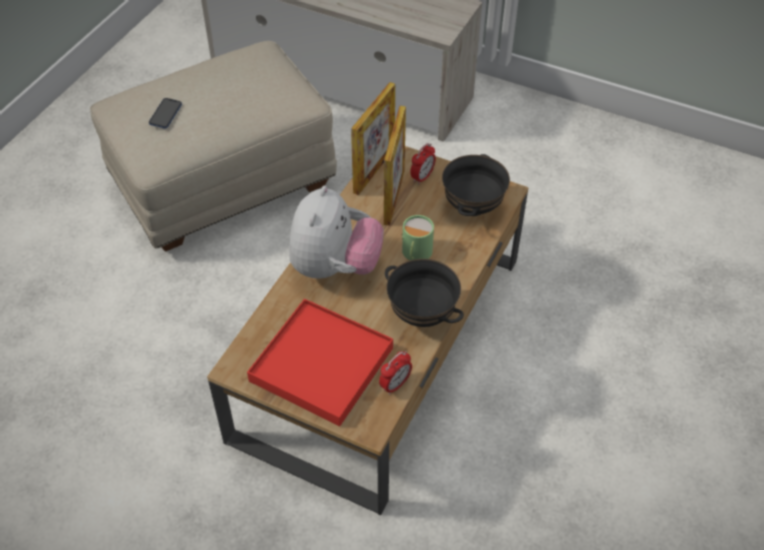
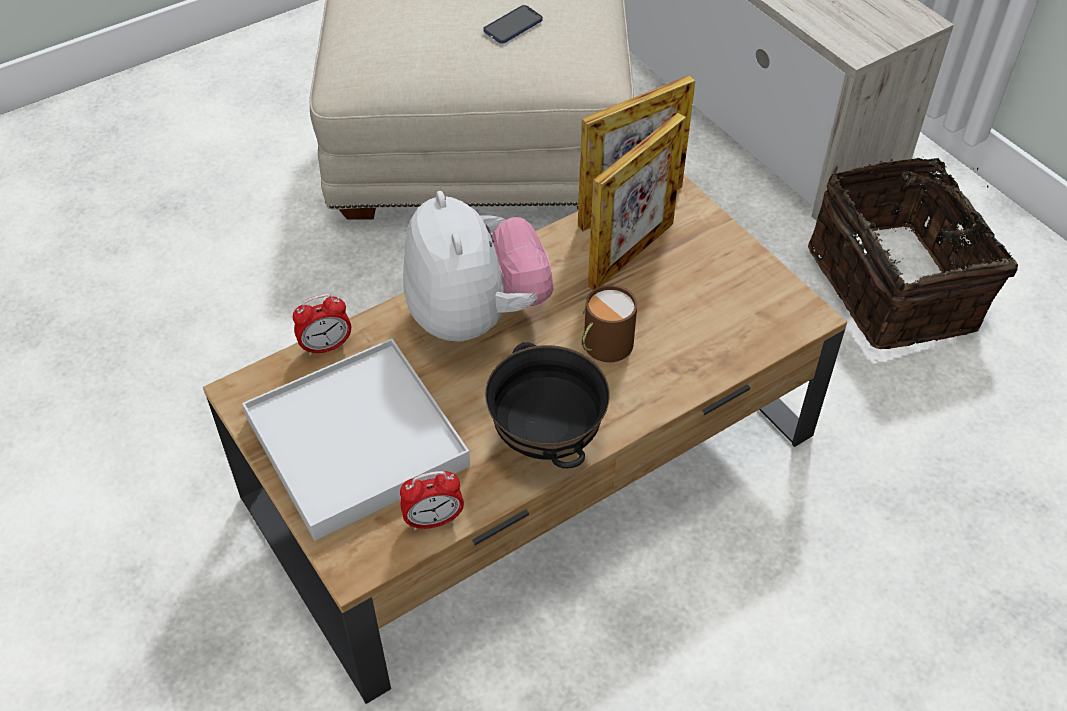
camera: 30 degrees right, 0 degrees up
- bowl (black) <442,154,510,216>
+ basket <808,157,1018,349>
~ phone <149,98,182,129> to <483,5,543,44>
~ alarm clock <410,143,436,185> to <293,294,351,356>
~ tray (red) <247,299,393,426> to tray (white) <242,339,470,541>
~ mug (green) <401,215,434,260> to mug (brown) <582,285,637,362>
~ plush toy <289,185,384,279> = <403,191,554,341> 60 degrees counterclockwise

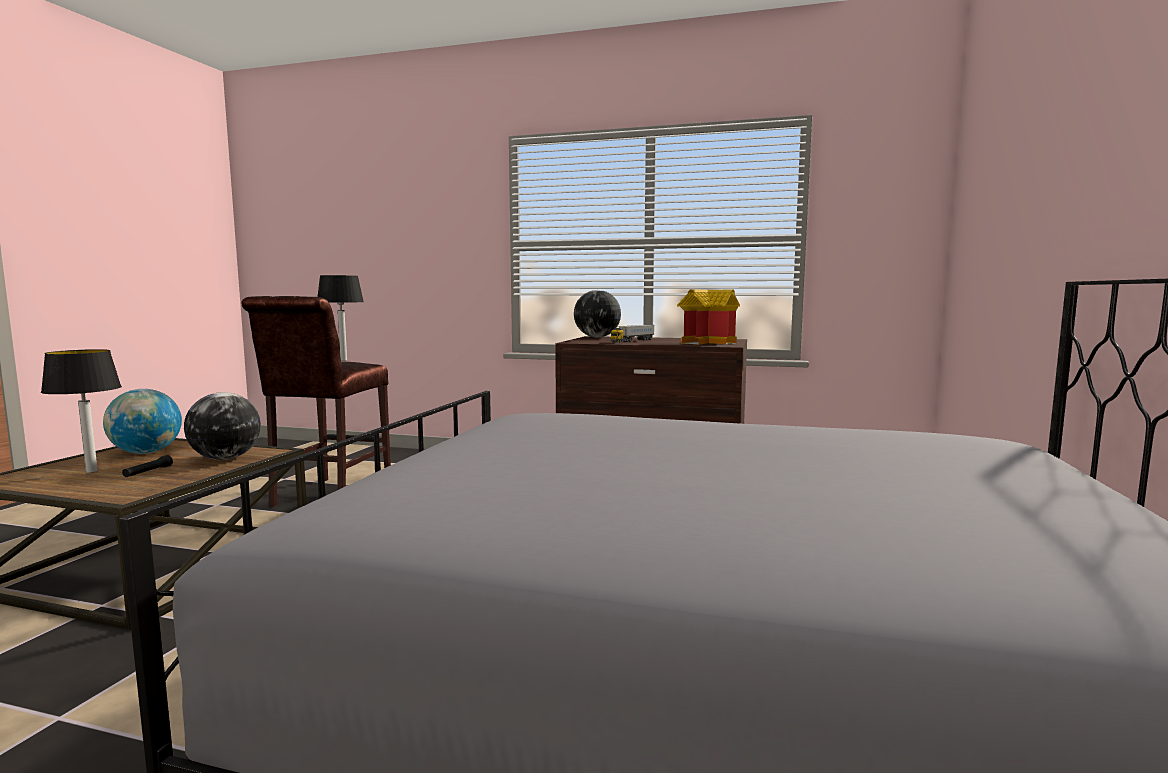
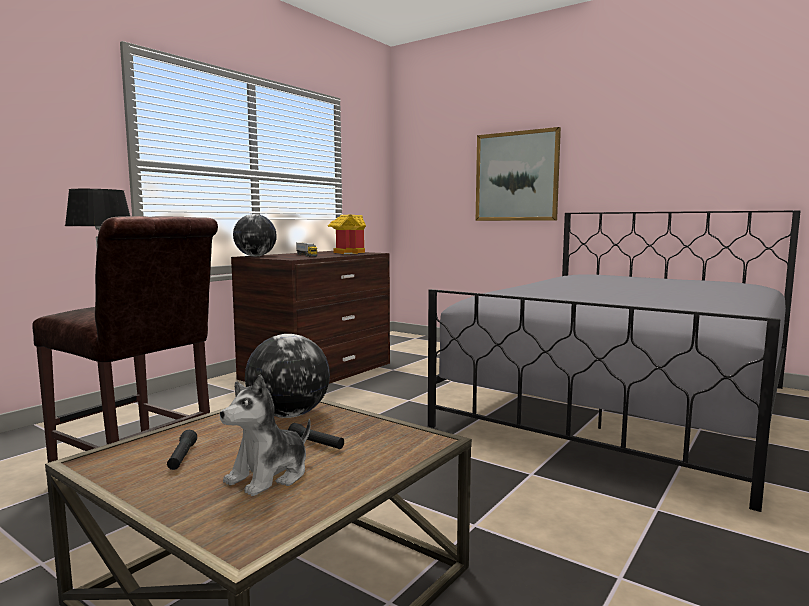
camera: 70 degrees left, 0 degrees up
+ picture <476,127,561,221>
~ table lamp <41,349,122,473> to plush toy <220,374,311,496>
~ globe <103,389,182,454> to flashlight (black) <167,430,197,470>

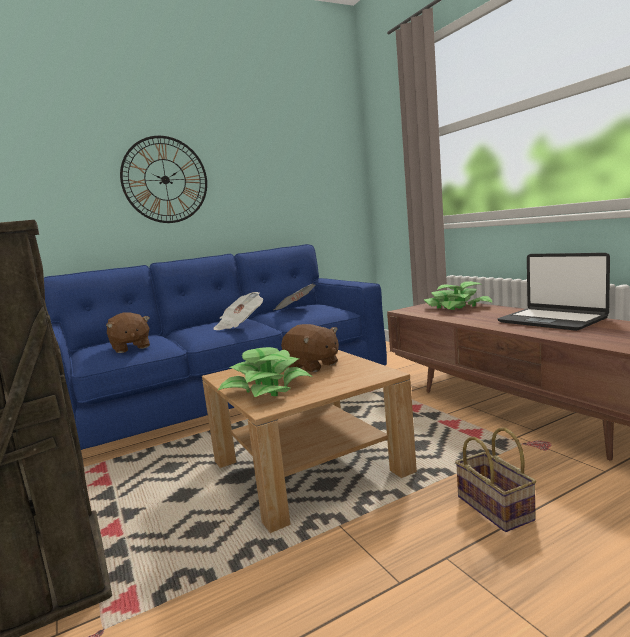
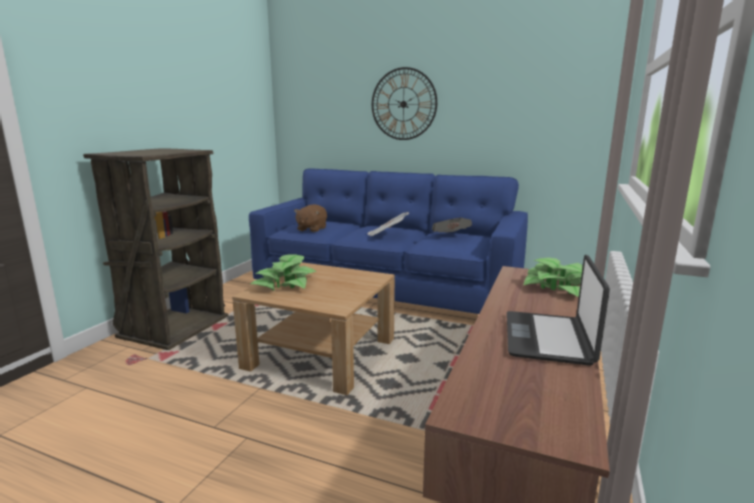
camera: 50 degrees right, 5 degrees up
- plush toy (brown) <281,324,339,372>
- basket <455,428,536,532>

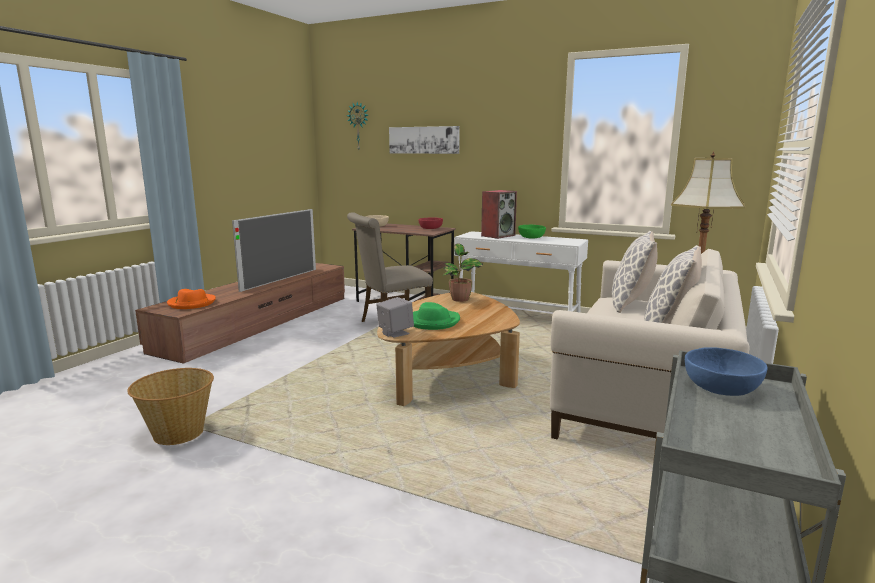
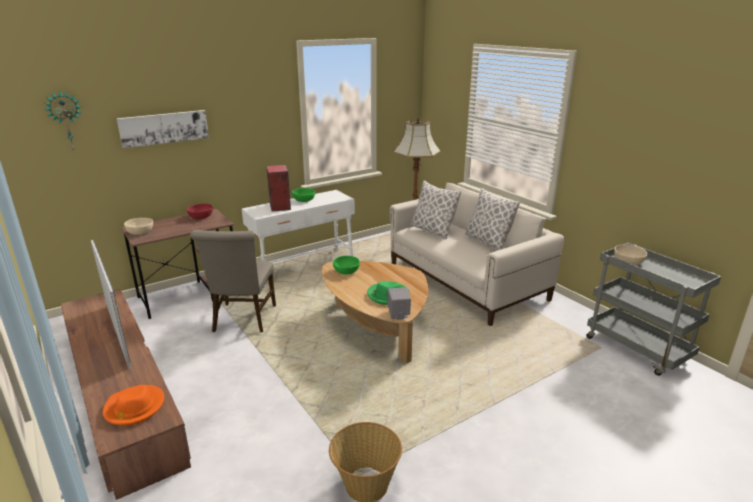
camera: 60 degrees left, 10 degrees up
~ potted plant <442,243,483,302> to bowl (green) <333,256,360,274>
~ bowl (blue) <685,347,768,396> to bowl (beige) <614,244,648,265>

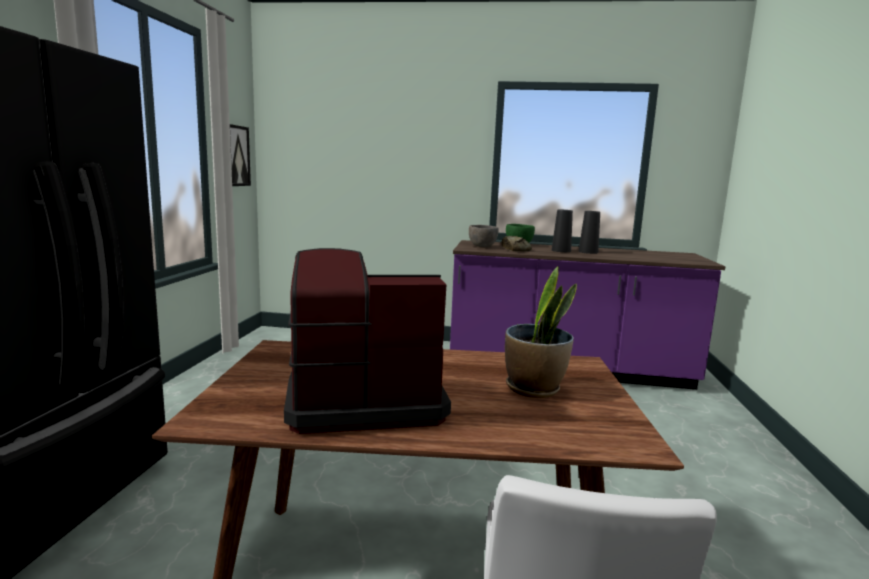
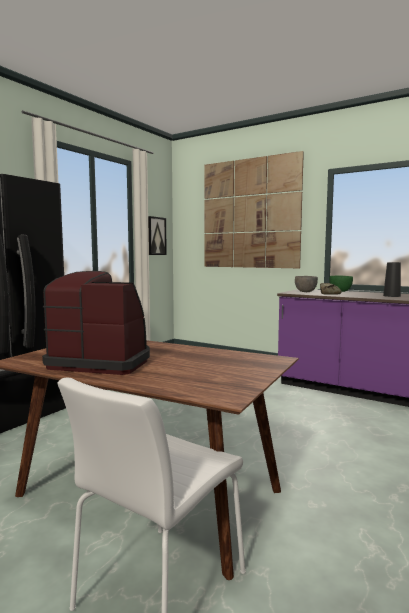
camera: 25 degrees right, 5 degrees down
- potted plant <505,267,577,398>
- vase (black) <552,210,573,252>
+ picture <205,151,304,269>

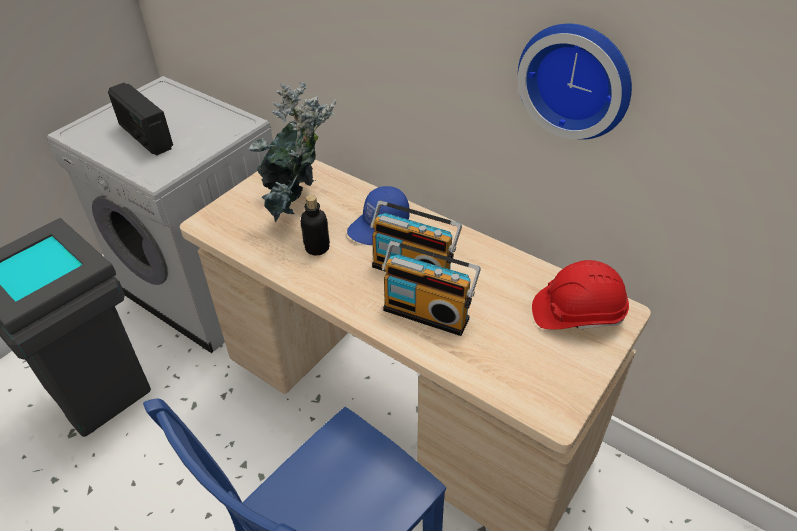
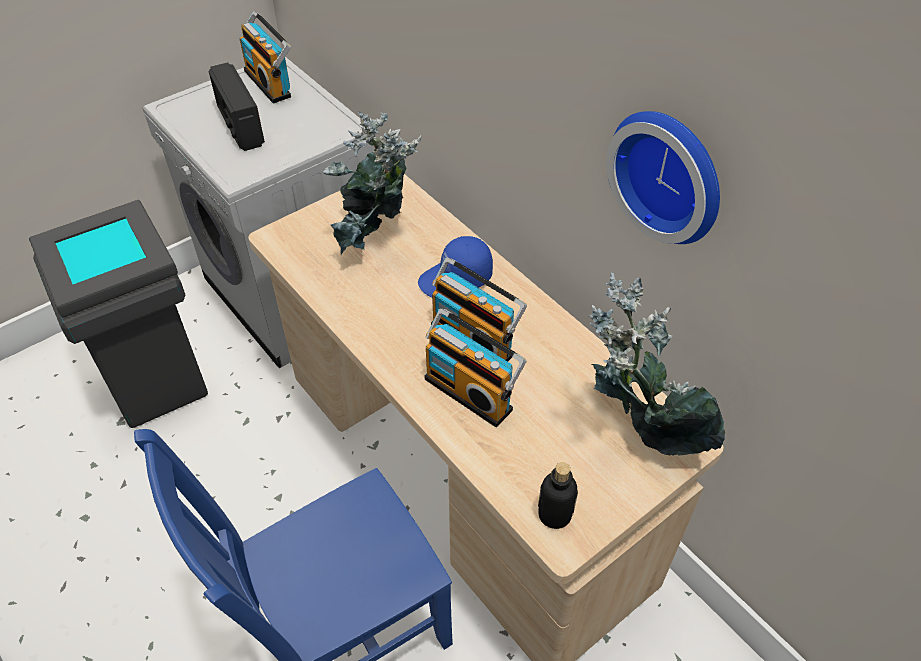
camera: 15 degrees right, 5 degrees up
+ radio <240,11,291,104>
~ bottle <300,195,330,255> to <538,462,578,529>
~ hard hat (red) <532,260,629,330> to potted plant <589,273,725,456>

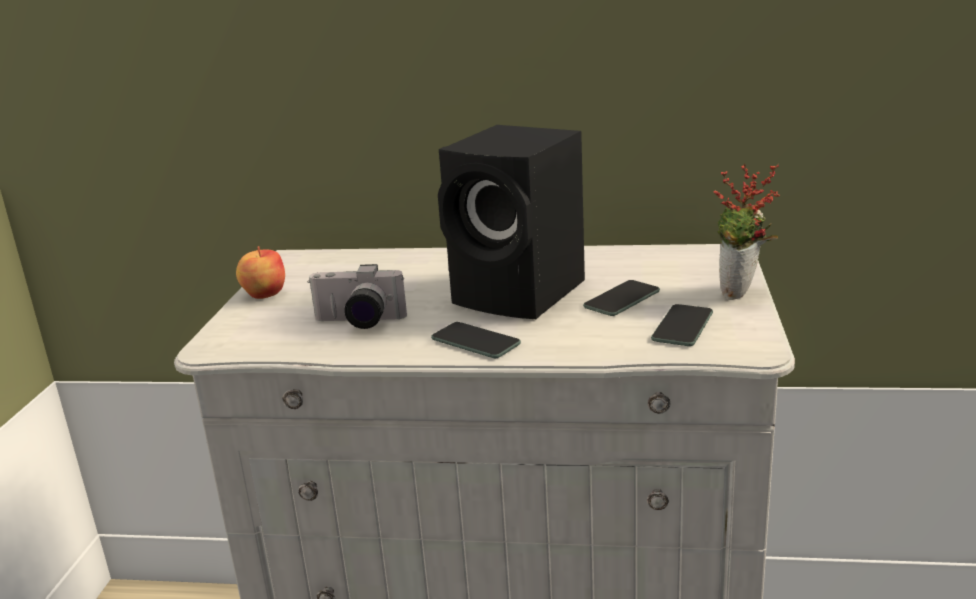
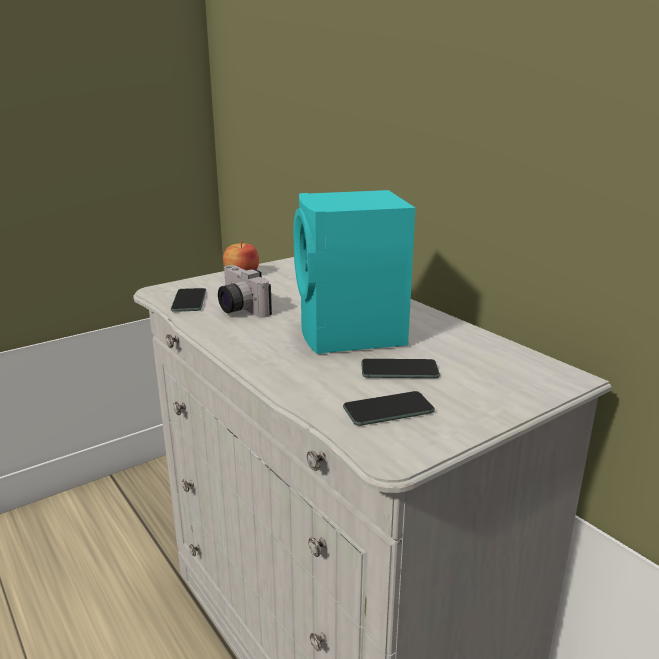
camera: 45 degrees right, 0 degrees up
- potted plant <714,163,780,300>
~ phone <431,322,521,358> to <171,288,206,312>
~ speaker (black) <438,125,585,319> to speaker (turquoise) <293,190,415,354>

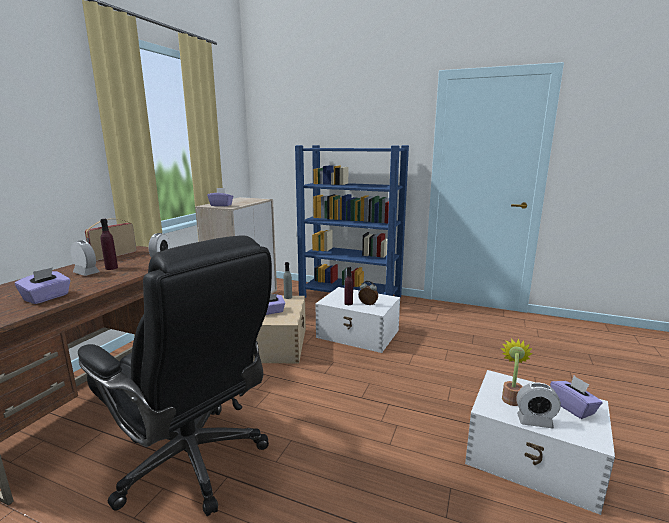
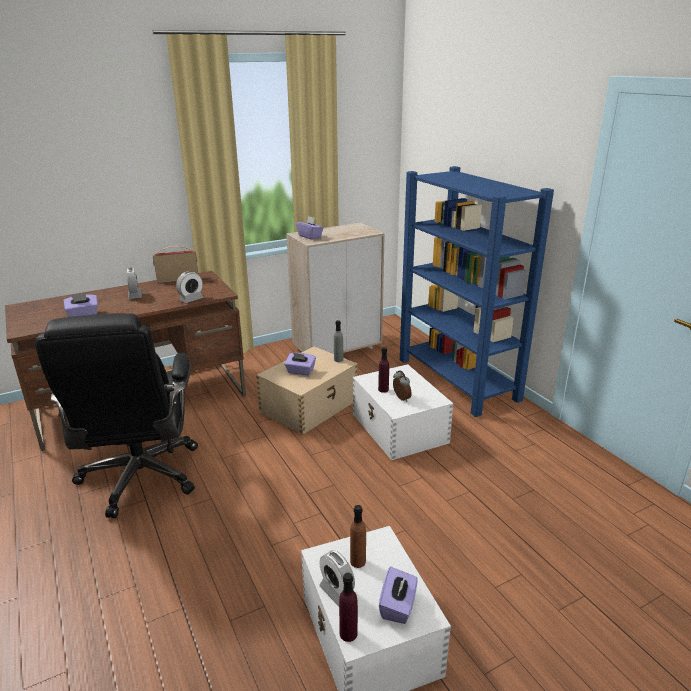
camera: 40 degrees right, 10 degrees up
~ bottle (purple) <100,219,118,270> to <339,573,358,642>
~ potted plant <501,338,533,406> to bottle (brown) <350,505,366,568>

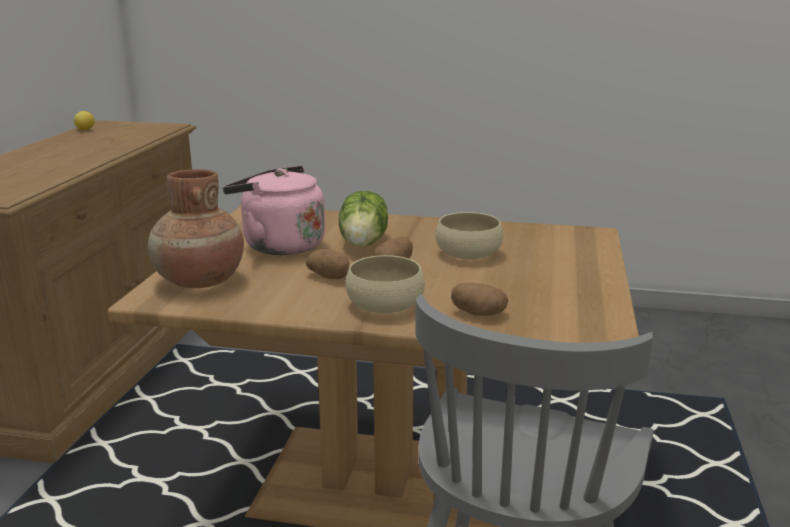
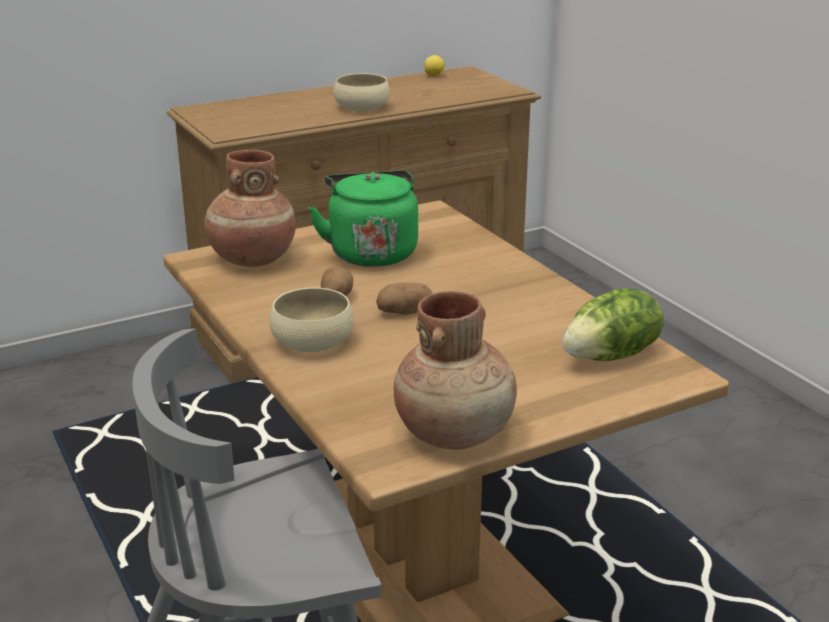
camera: 50 degrees right, 5 degrees up
- potato <451,283,508,316>
+ vase (brown) <394,291,517,449>
~ lettuce <339,191,388,247> to <562,288,664,361>
~ bowl (beige) <435,212,503,260> to <333,73,390,112>
~ kettle (pink) <223,166,325,255> to kettle (green) <308,171,418,267>

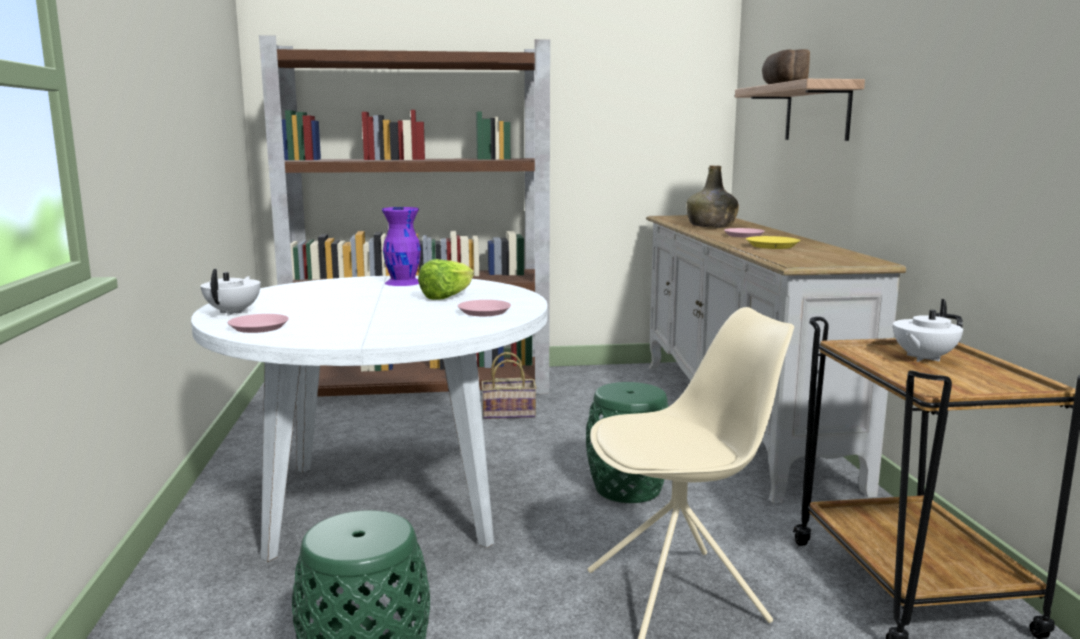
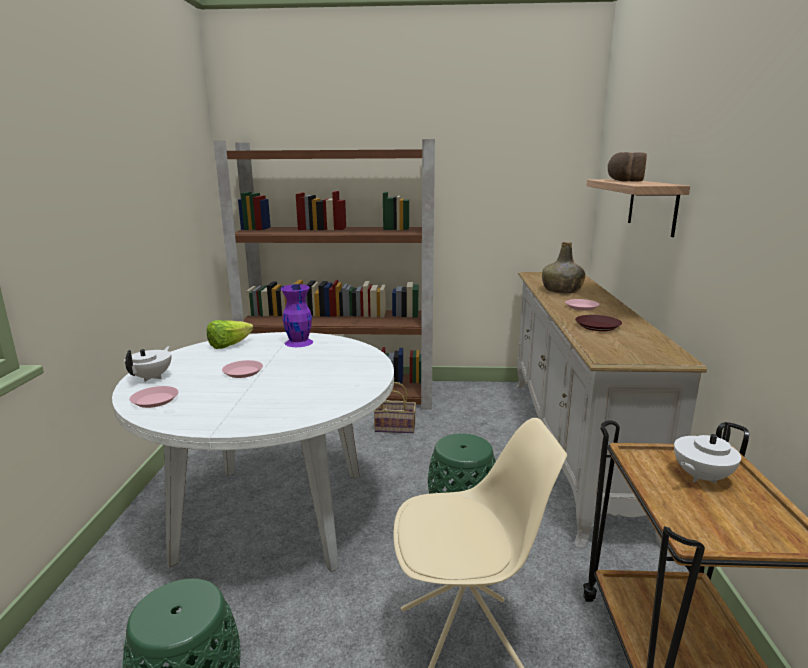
camera: 10 degrees right, 5 degrees up
~ lettuce <418,259,474,300> to <207,320,254,349>
~ plate (pink) <458,300,511,316> to <222,360,263,378>
~ plate (yellow) <746,236,800,249> to plate (brown) <575,315,622,331>

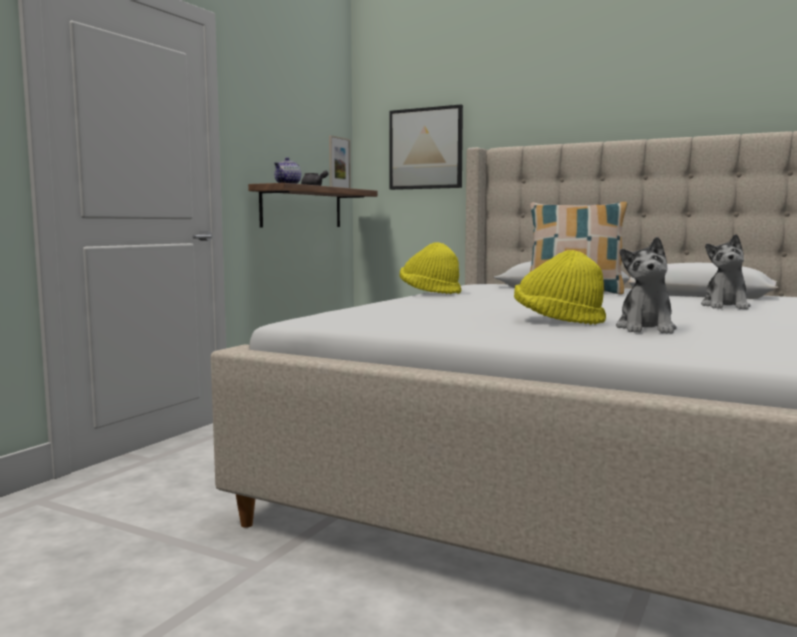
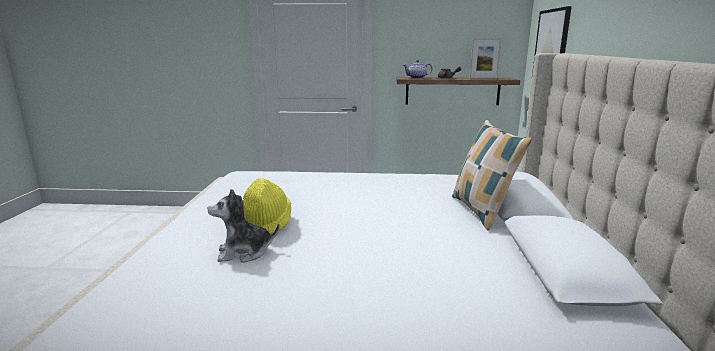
camera: 65 degrees right, 10 degrees up
- hat (yellow) <400,242,461,294>
- plush toy <701,234,751,309>

